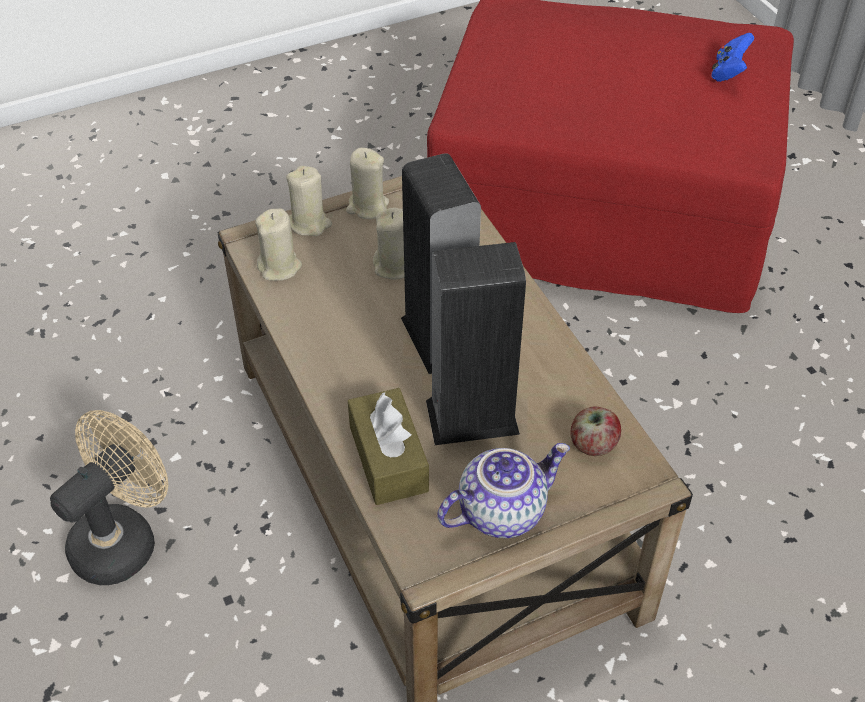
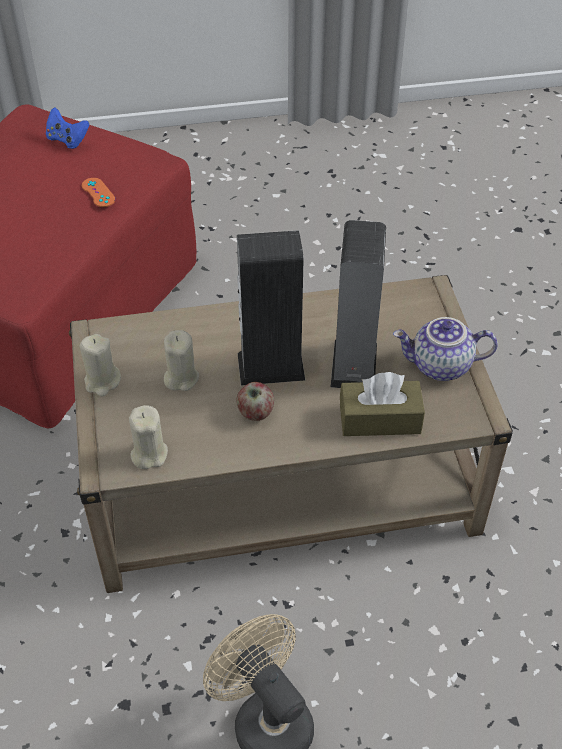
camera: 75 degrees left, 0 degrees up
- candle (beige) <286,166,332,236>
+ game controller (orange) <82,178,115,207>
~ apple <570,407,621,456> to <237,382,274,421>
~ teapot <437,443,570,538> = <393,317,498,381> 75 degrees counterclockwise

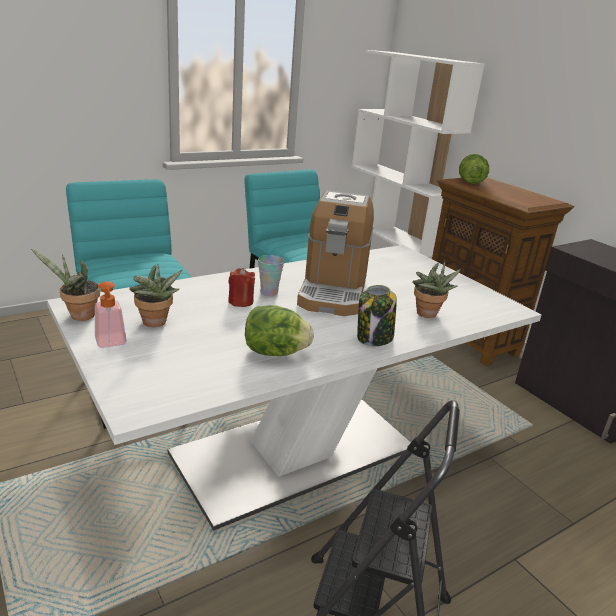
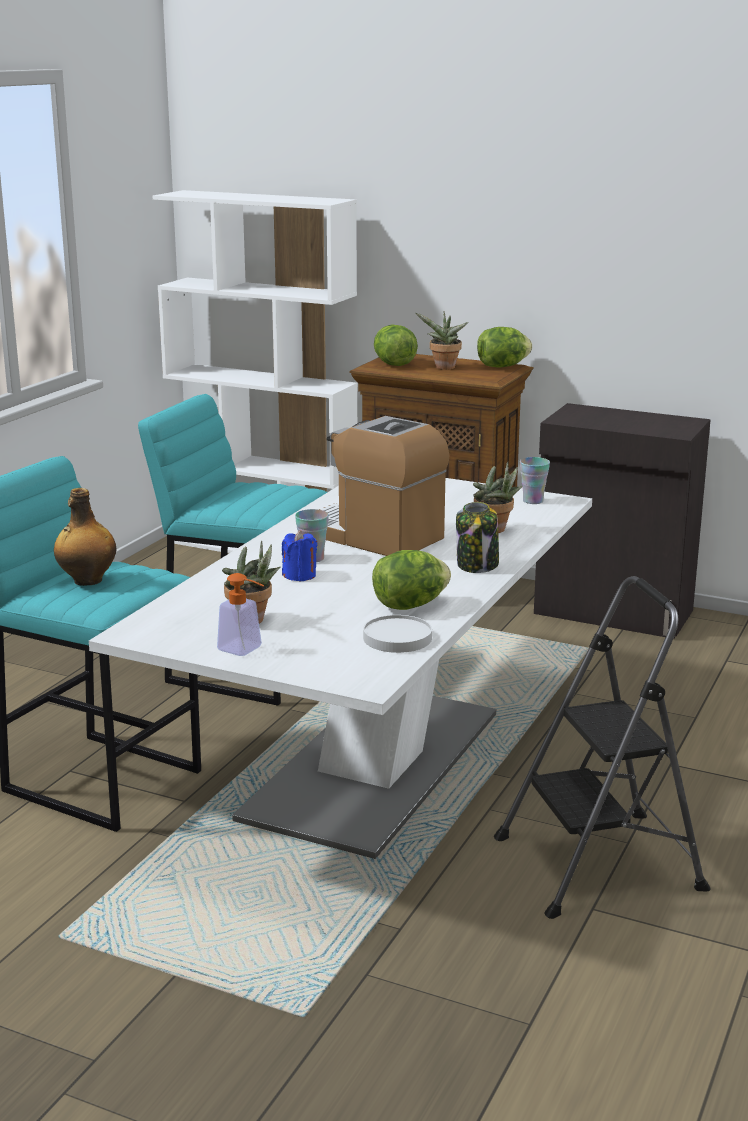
camera: 30 degrees left, 5 degrees down
+ bottle <54,488,116,586>
+ plate (white) <363,615,432,653>
+ lettuce <477,327,532,368>
+ cup <520,457,550,504>
~ potted plant <31,249,100,321> to <415,311,468,370>
~ candle (red) <228,268,255,307> to candle (blue) <282,530,317,582>
~ coffee machine <297,190,374,316> = <319,416,449,556> 150 degrees clockwise

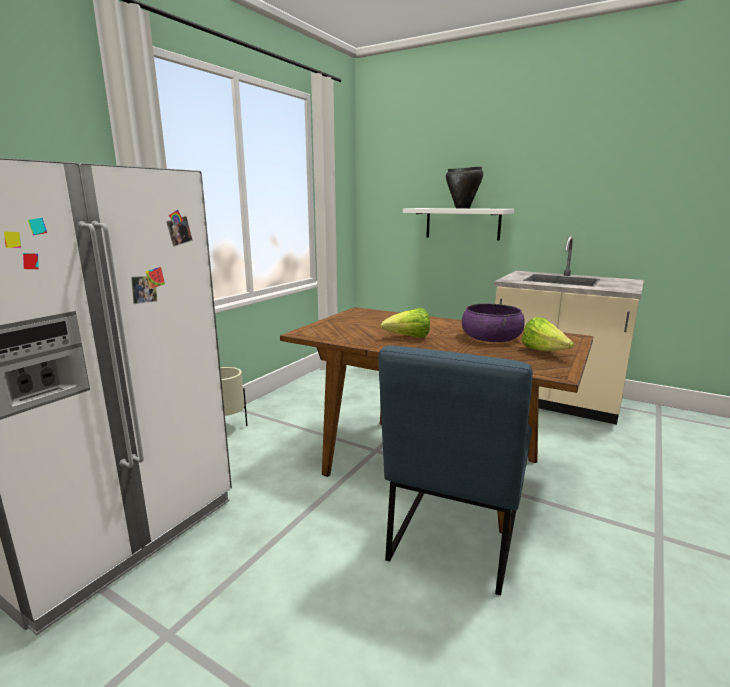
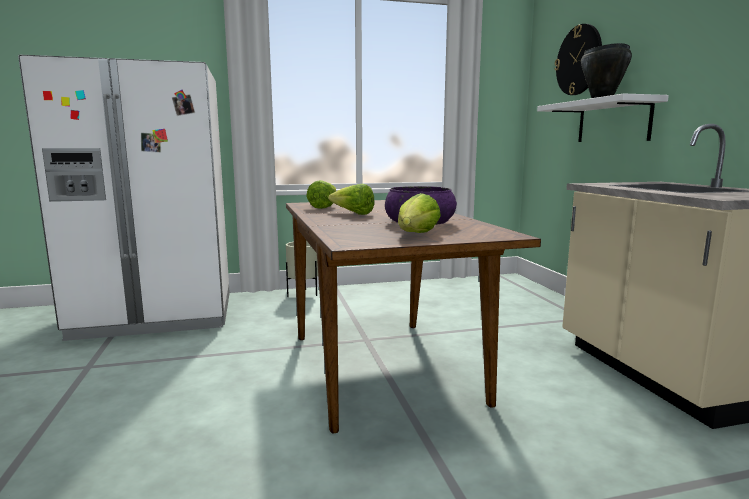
camera: 45 degrees right, 5 degrees down
- chair (blue) <379,346,533,596>
+ lettuce <306,180,336,209>
+ wall clock <554,24,602,95>

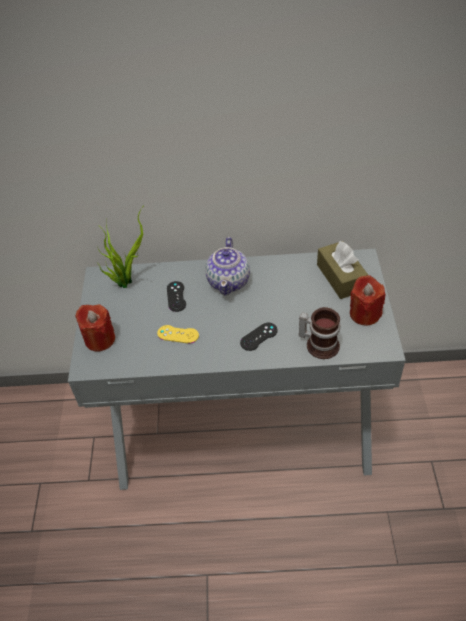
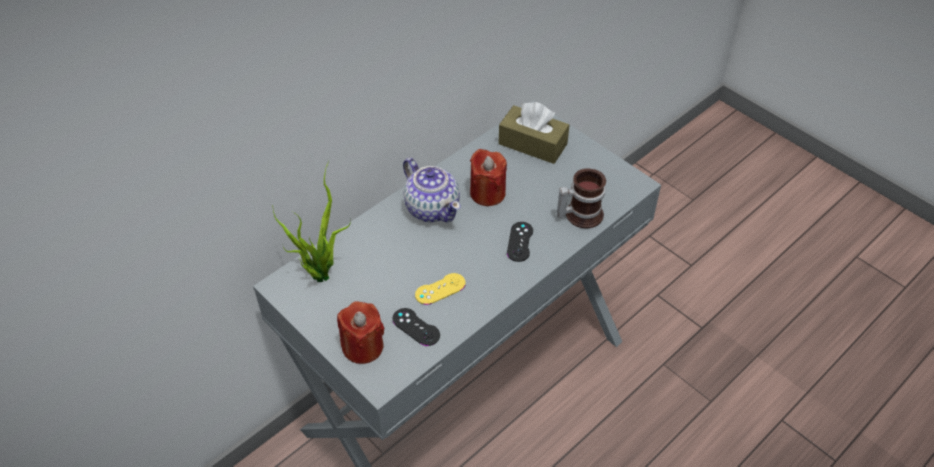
camera: 45 degrees left, 0 degrees up
~ game controller (black) <167,281,186,312> to <392,308,440,346>
~ candle (red) <350,275,385,326> to <470,149,507,206>

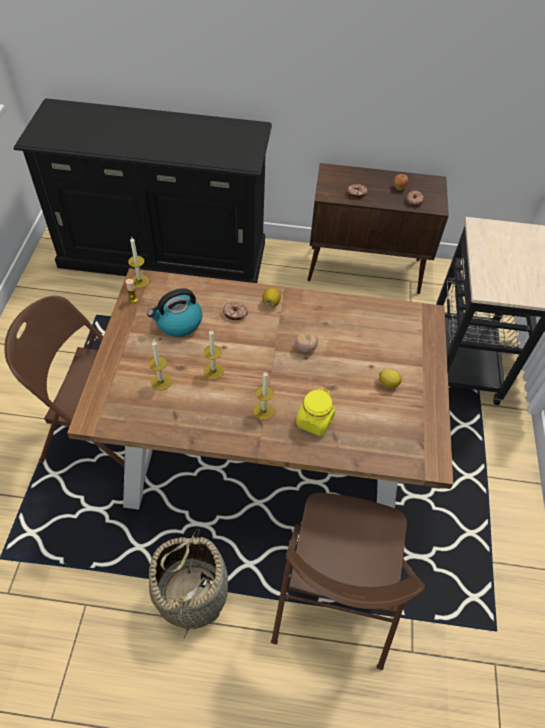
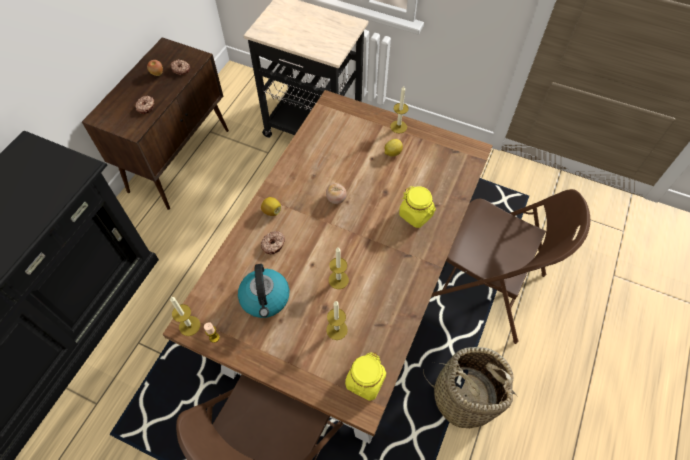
camera: 70 degrees left, 5 degrees up
+ jar (yellow) <345,352,386,401>
~ candle <253,371,274,420> to <390,86,409,133>

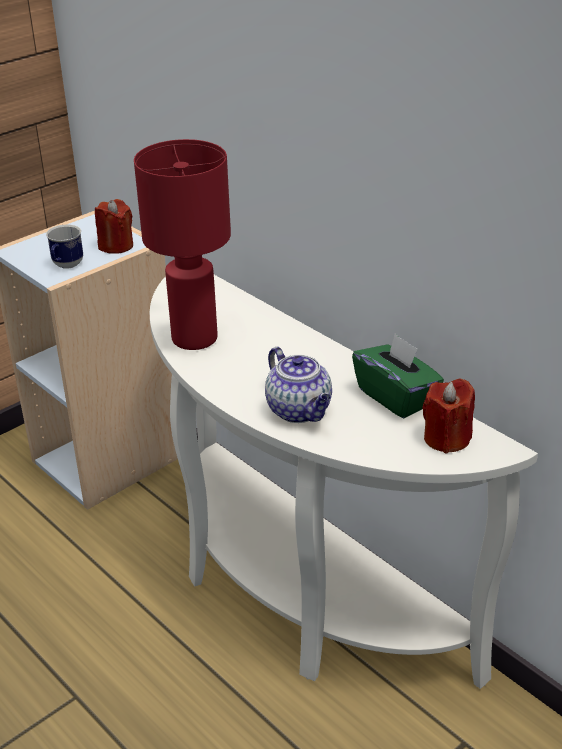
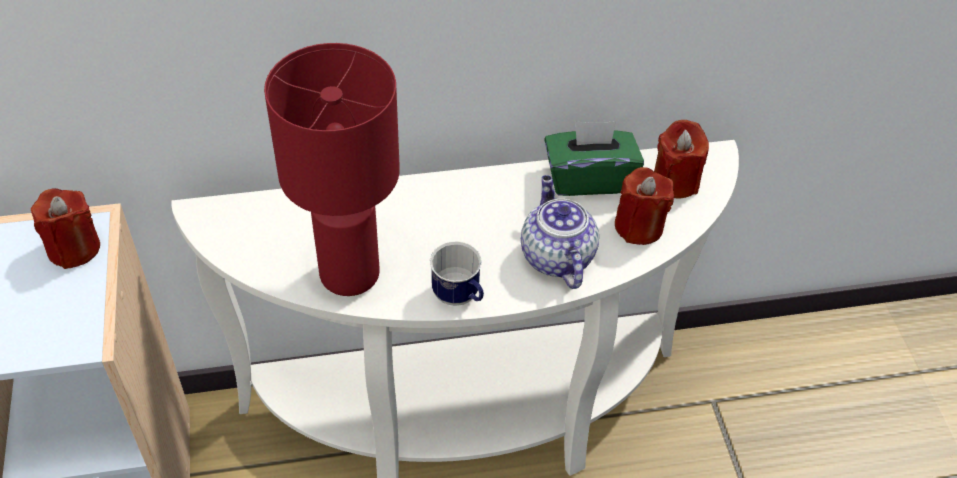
camera: 60 degrees left, 15 degrees up
+ candle (red) <615,167,674,245>
~ mug <46,224,83,269> to <430,241,484,306>
~ teapot <265,347,332,423> = <521,175,599,289> 105 degrees counterclockwise

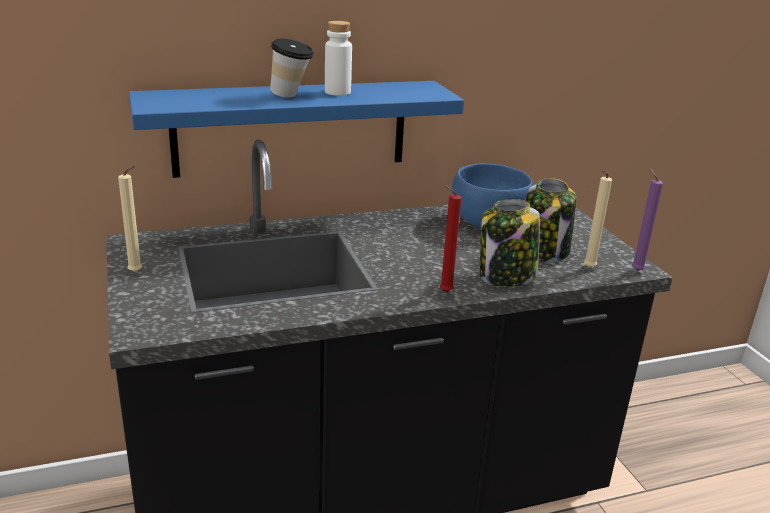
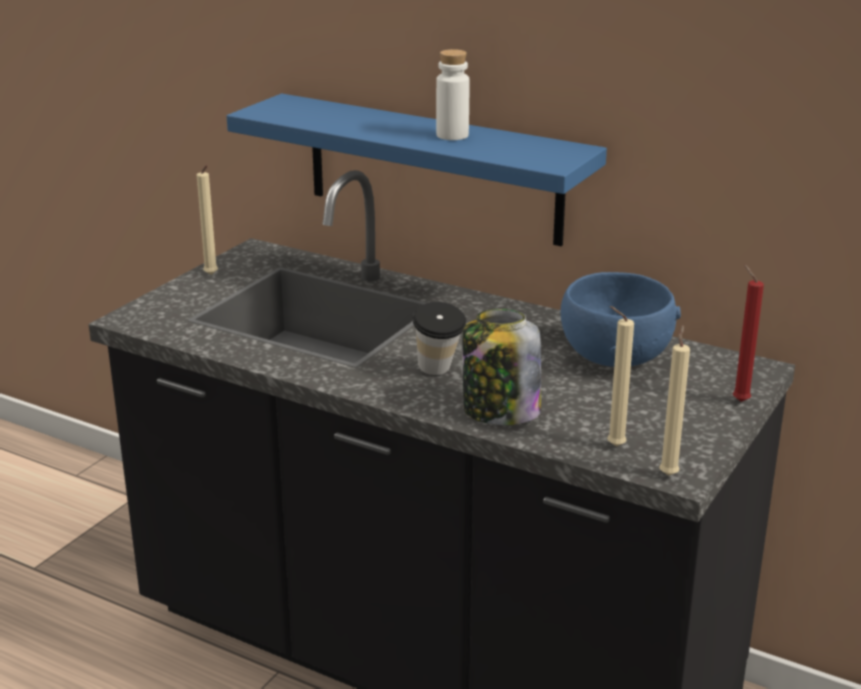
camera: 50 degrees right, 0 degrees up
- jar <526,178,576,262>
~ cup <270,39,314,98> to <413,302,467,375>
~ candle (red) <440,185,462,292> to <733,265,764,402>
~ candle (purple) <632,168,663,271> to candle (beige) <659,325,690,476>

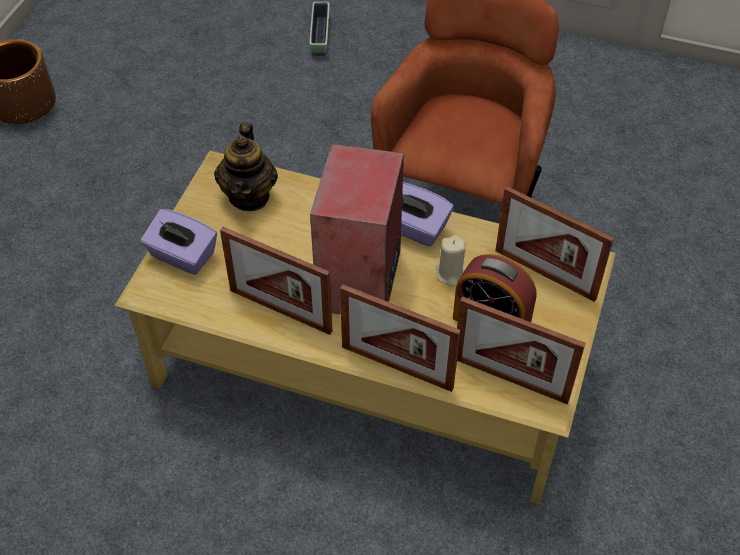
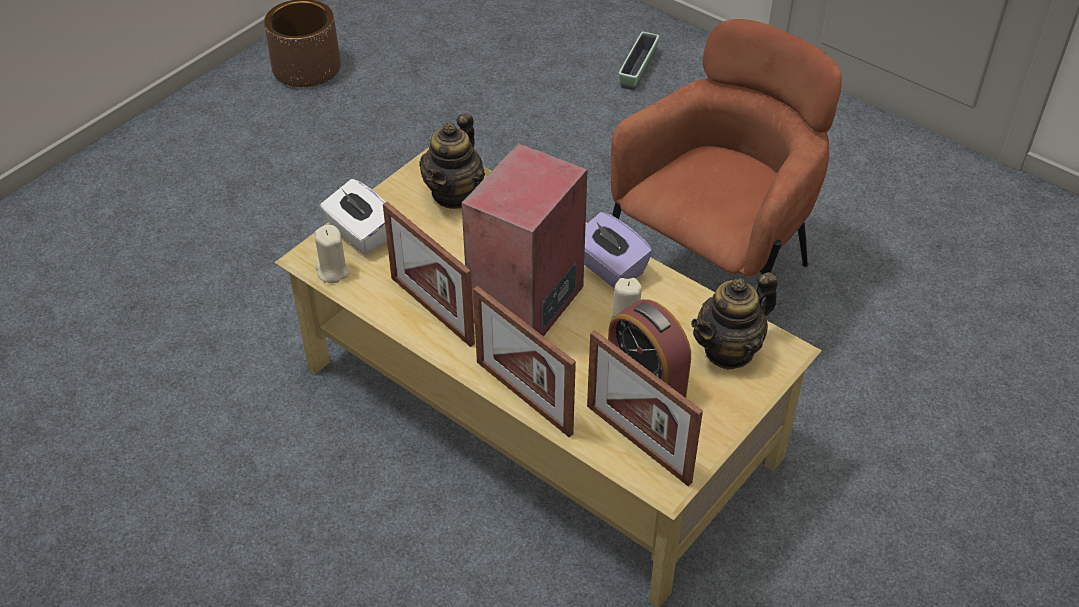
camera: 20 degrees right, 5 degrees down
+ candle (beige) <314,225,349,283>
~ picture frame <495,186,614,302> to teapot <691,272,778,370>
~ tissue box (purple) <141,209,217,275> to tissue box (white) <320,179,387,254>

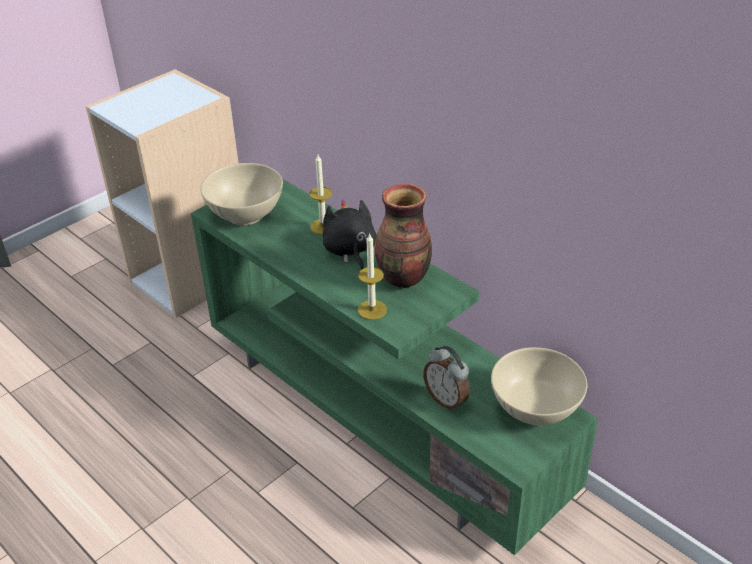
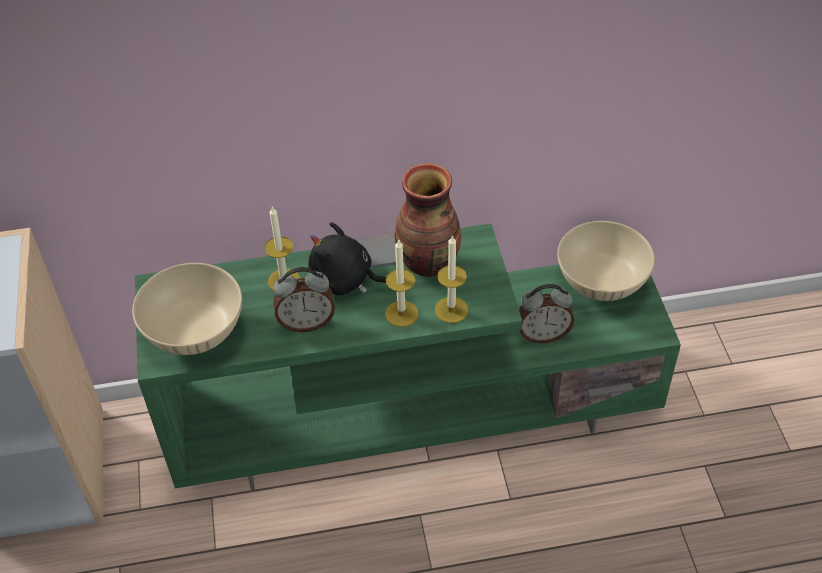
camera: 55 degrees left, 10 degrees up
+ alarm clock <274,267,335,332>
+ candle <385,239,419,327>

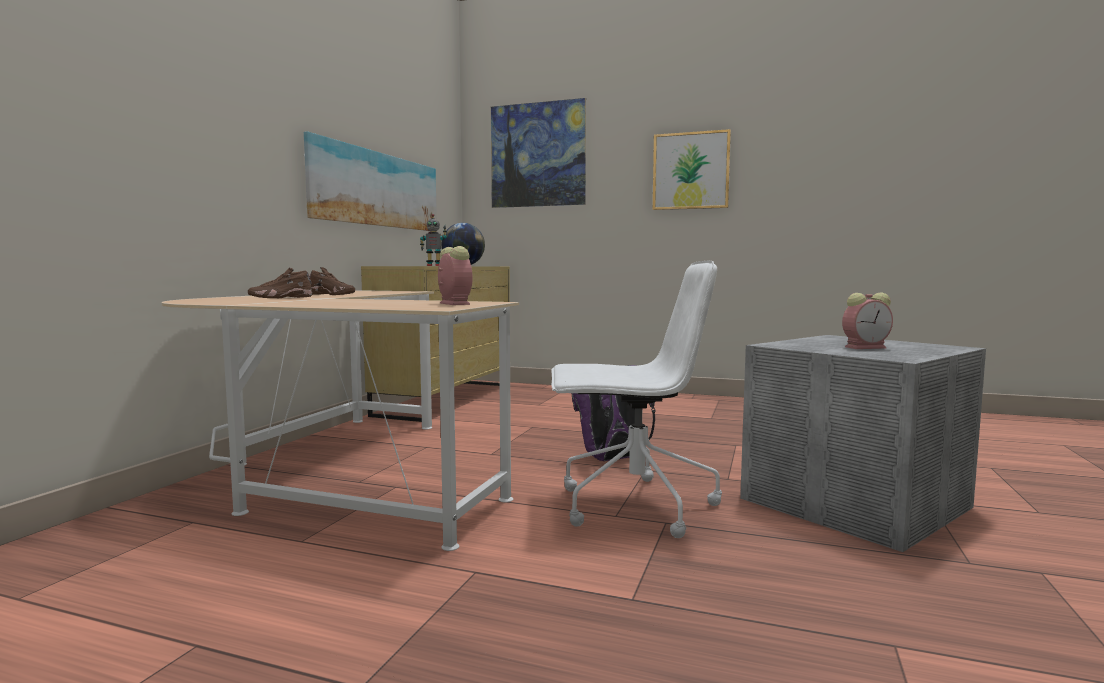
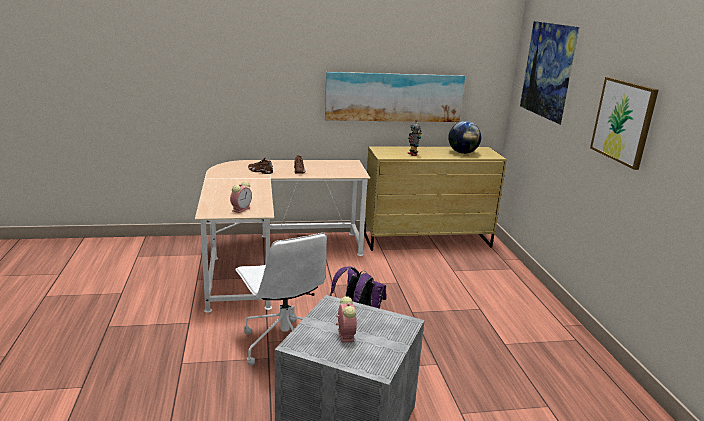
camera: 60 degrees right, 15 degrees up
~ alarm clock <842,293,893,349> = <336,296,357,343> 150 degrees counterclockwise

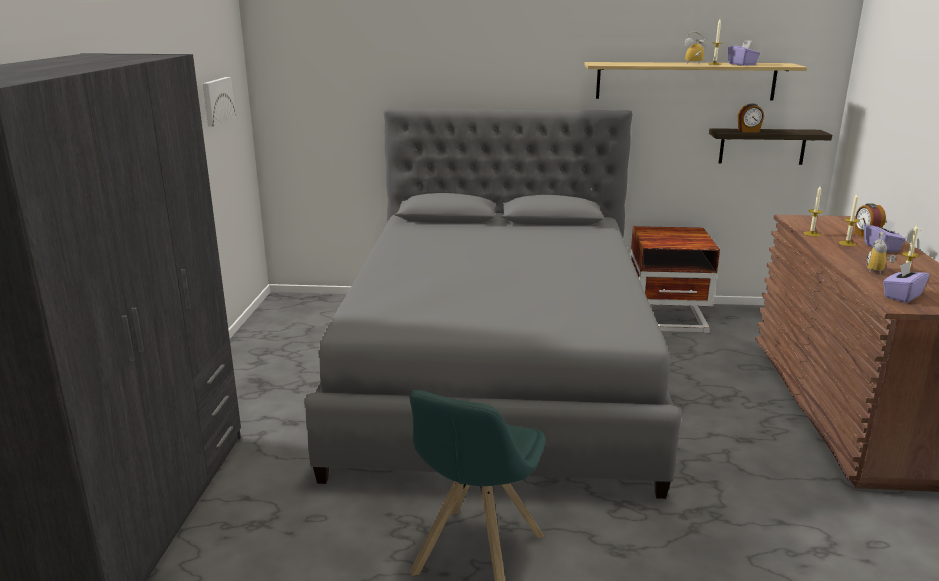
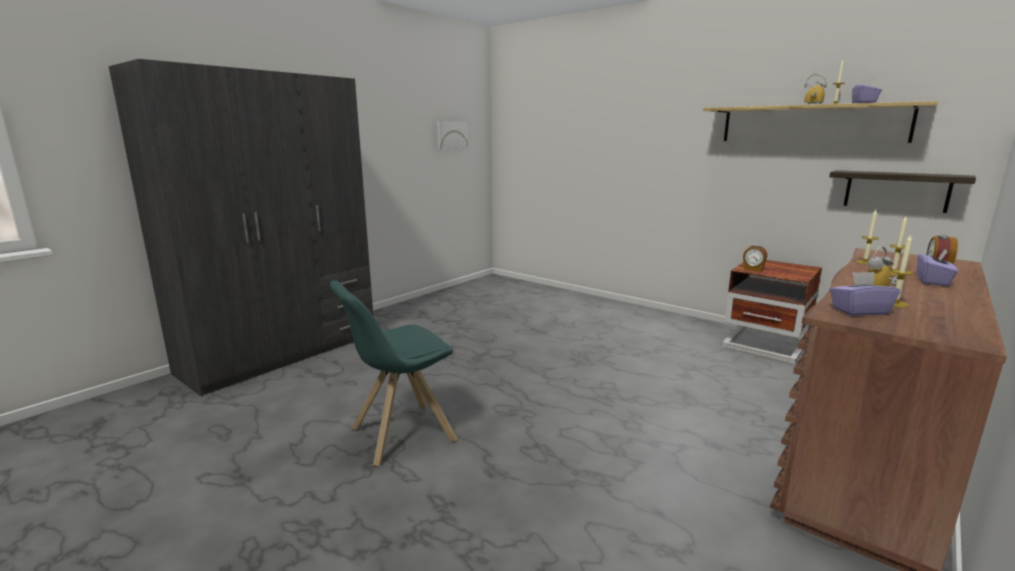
camera: 35 degrees right, 5 degrees down
- bed (grey) <304,108,682,499>
~ alarm clock <738,103,764,133> to <743,245,767,272>

